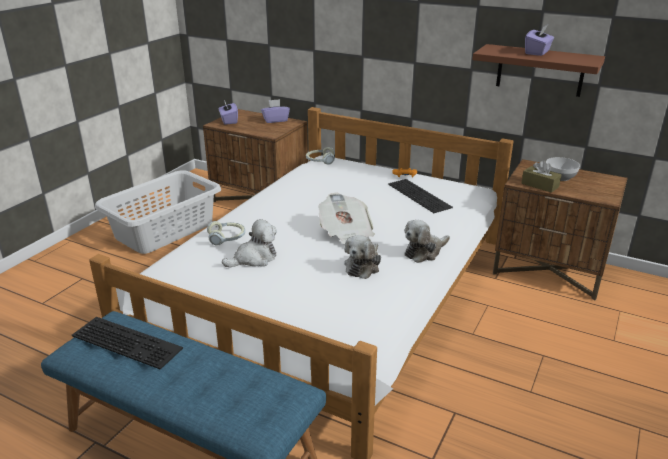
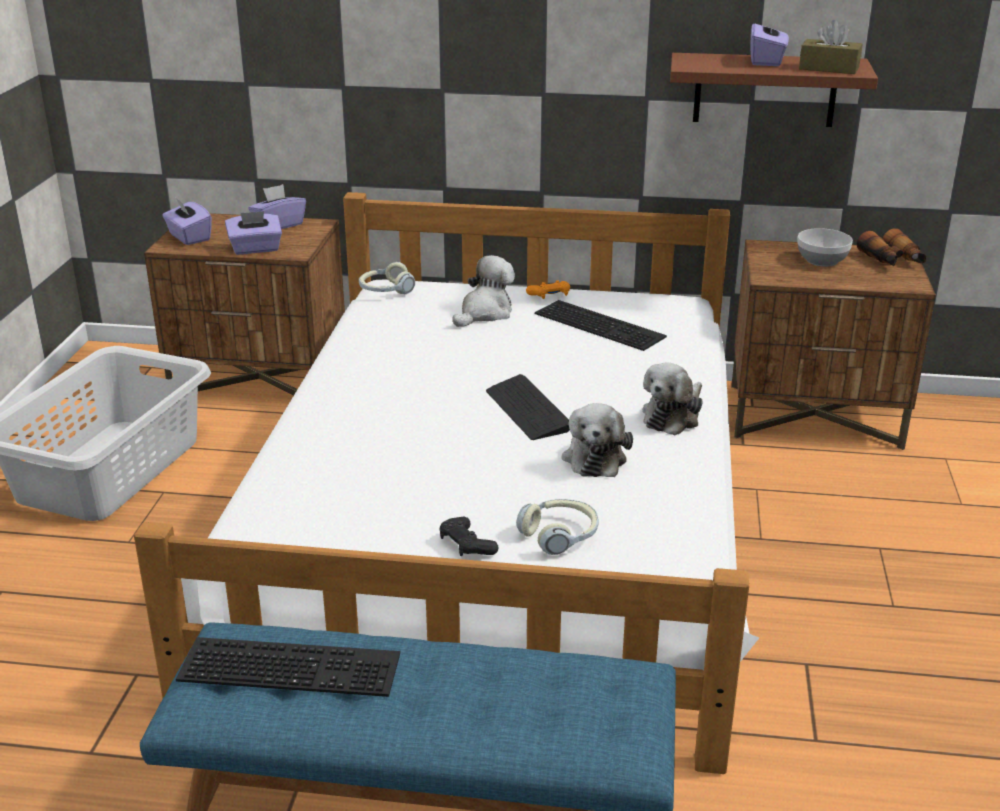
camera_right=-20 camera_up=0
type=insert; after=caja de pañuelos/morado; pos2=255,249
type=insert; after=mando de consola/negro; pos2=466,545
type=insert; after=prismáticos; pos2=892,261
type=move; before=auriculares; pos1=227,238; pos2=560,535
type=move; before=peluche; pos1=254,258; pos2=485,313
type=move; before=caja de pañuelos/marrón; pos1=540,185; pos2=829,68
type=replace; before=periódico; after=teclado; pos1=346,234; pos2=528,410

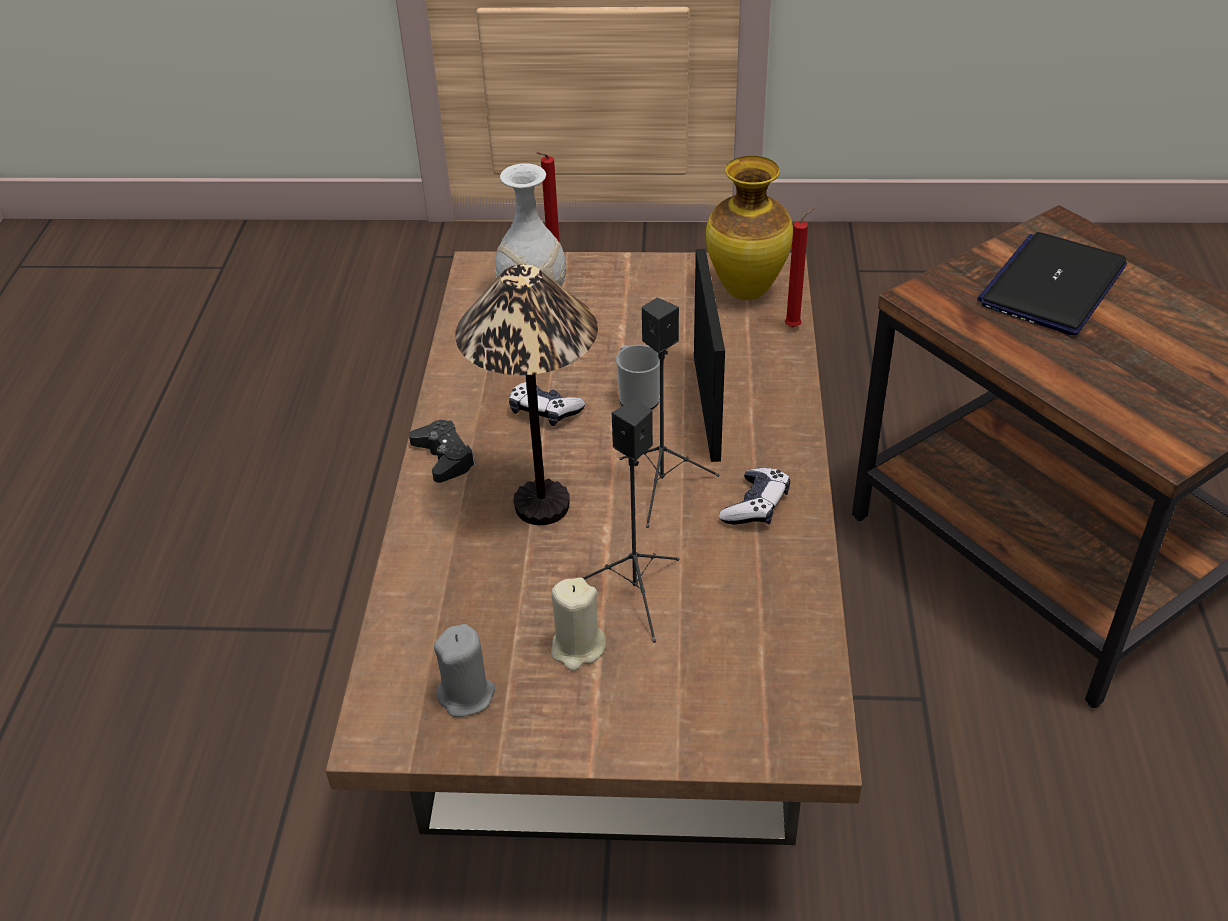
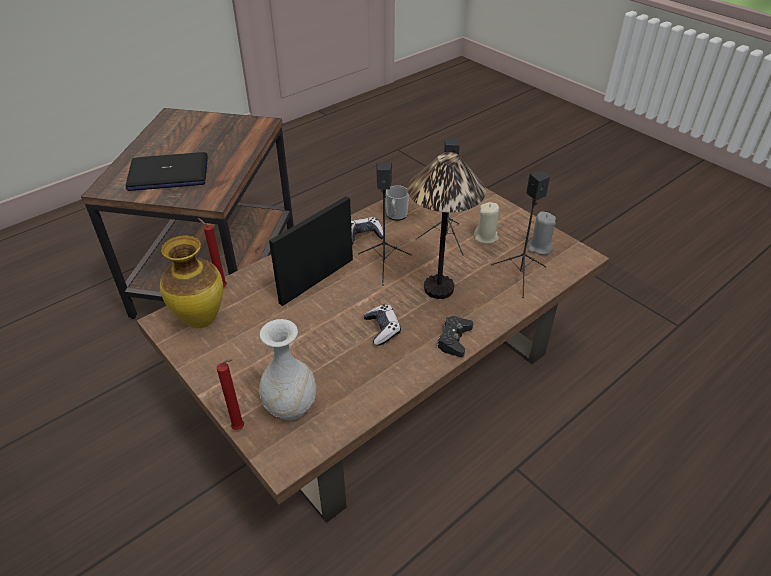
camera_right=-135 camera_up=0
type=insert; after=altavoz/negro; pos2=520,276
type=move; before=taza grande; pos1=636,396; pos2=396,216

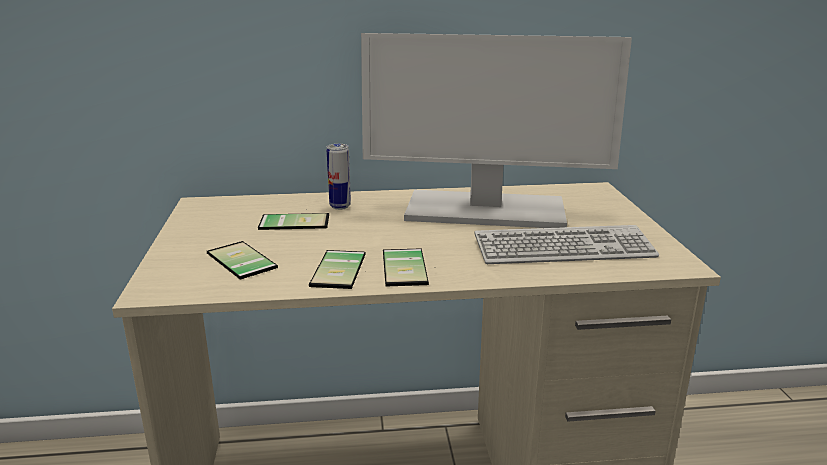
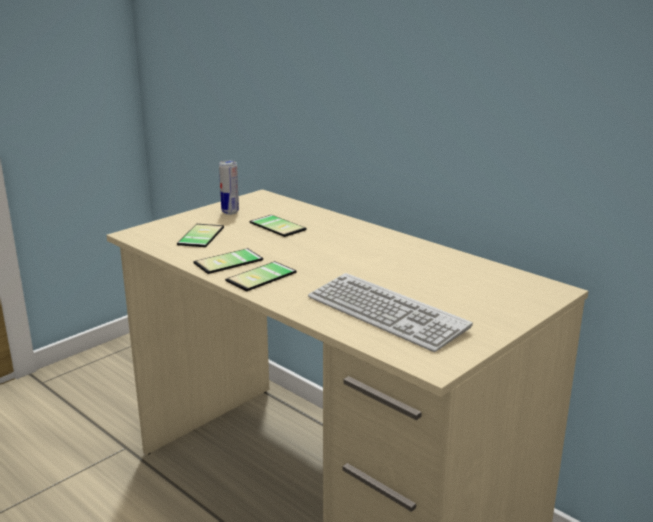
camera_right=50 camera_up=0
type=delete; before=monitor; pos1=483,211
type=move; before=lata; pos1=340,206; pos2=230,212

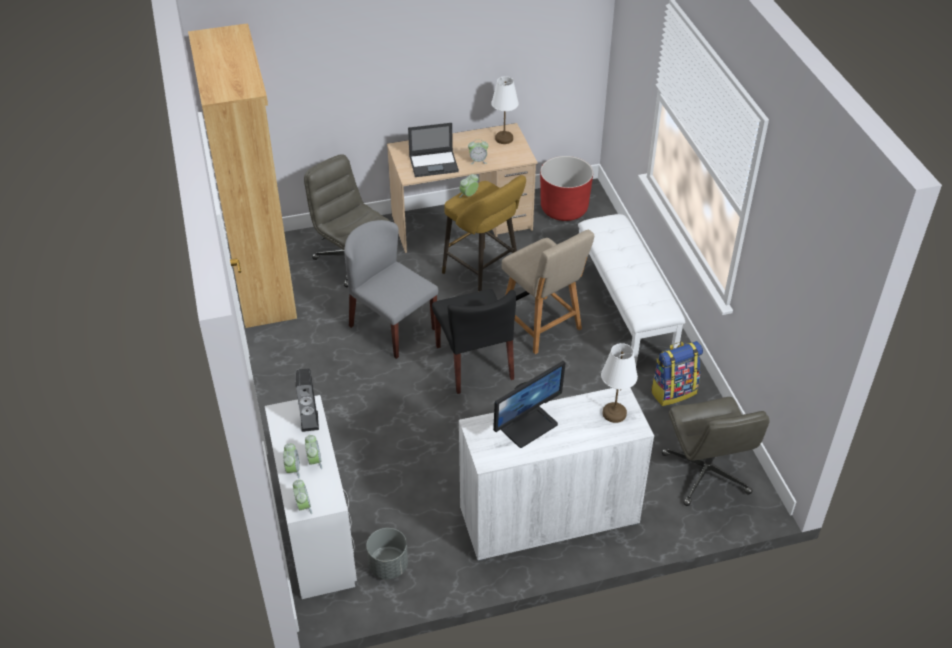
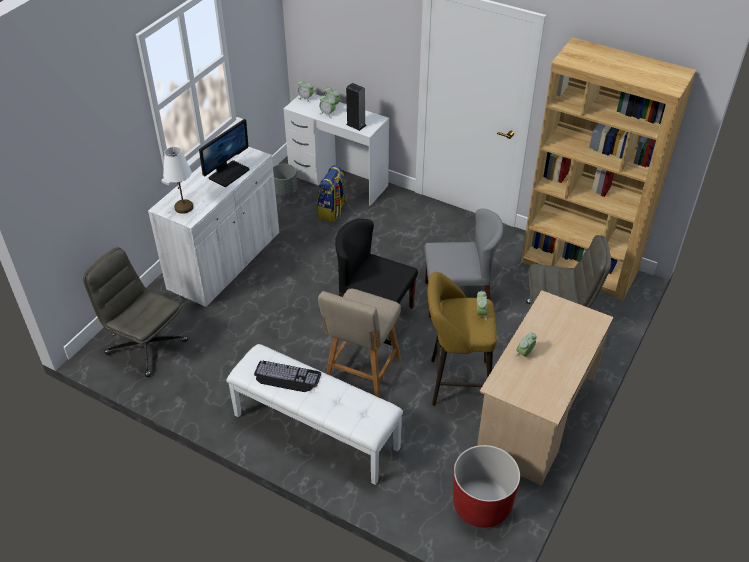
camera_right=135 camera_up=0
type=delete; before=portátil; pos1=434,164
type=delete; before=lámpara de mesa/blanco; pos1=503,138
type=insert; after=teclado; pos2=285,377
type=move; before=mochila; pos1=673,391; pos2=332,211
type=rotate; before=monitor; pos1=528,425; pos2=228,173; turn=-150
type=rotate; before=silla/beis; pos1=542,327; pos2=361,372; turn=-75

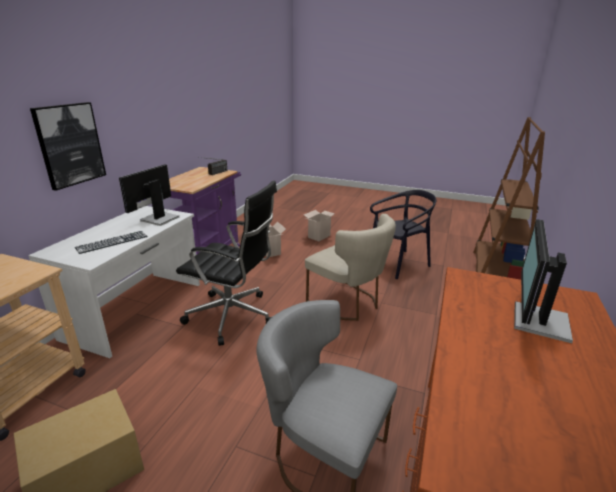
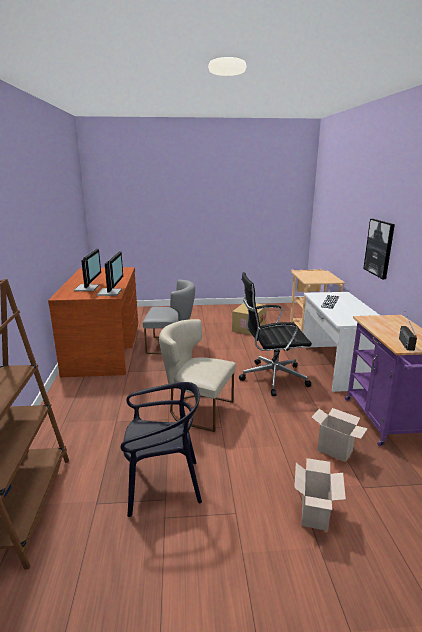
camera_right=155 camera_up=-5
type=move; before=monitor; pos1=158,219; pos2=111,292
type=rotate; before=silla/negro; pos1=398,263; pos2=163,485; turn=-135

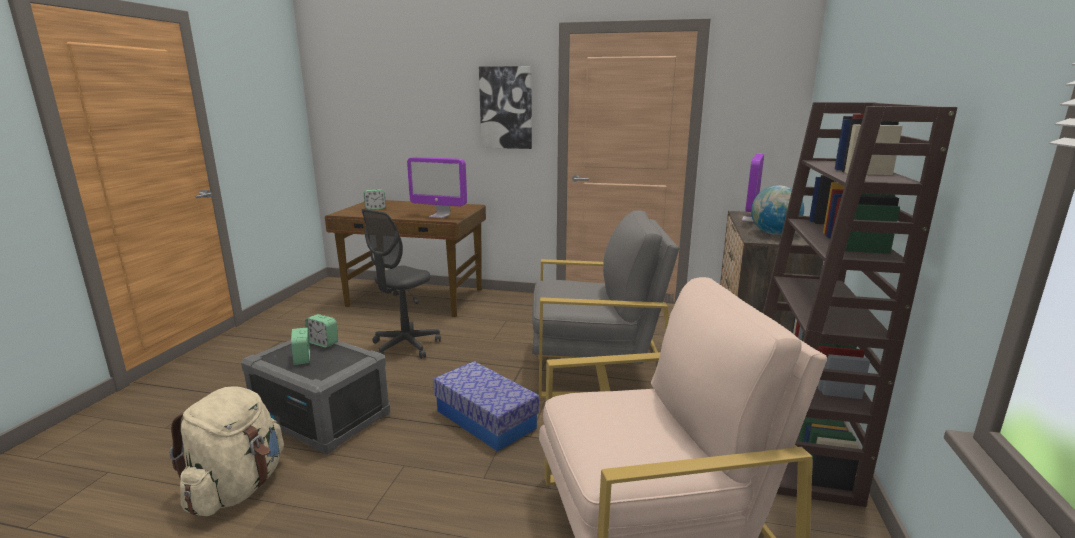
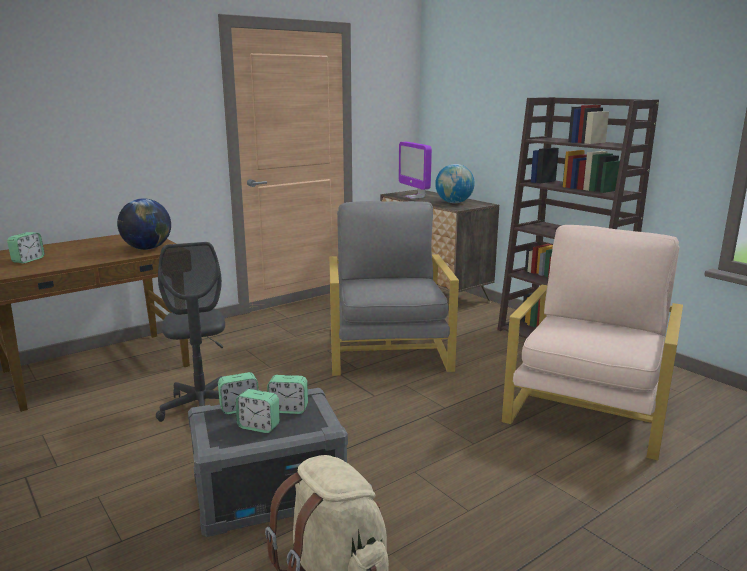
camera_right=-50 camera_up=0
type=delete; before=caja de almacenaje; pos1=485,419
type=delete; before=cuadro; pos1=506,108
type=insert; after=despertador; pos2=288,409
type=replace; before=monitor; after=globo terráqueo; pos1=439,216; pos2=147,248
type=rotate; before=sillón/gris; pos1=598,366; pos2=388,349; turn=-45

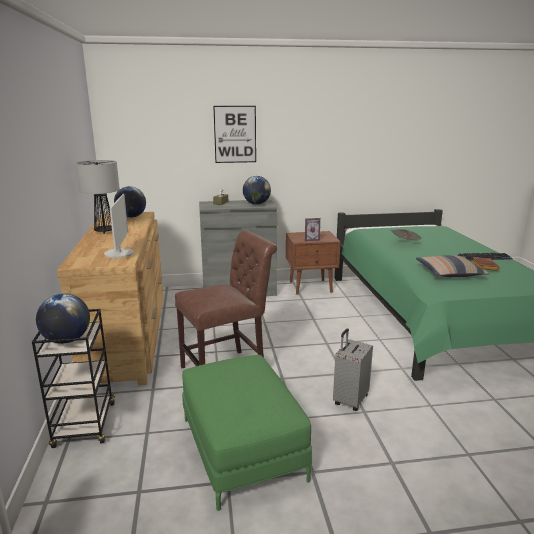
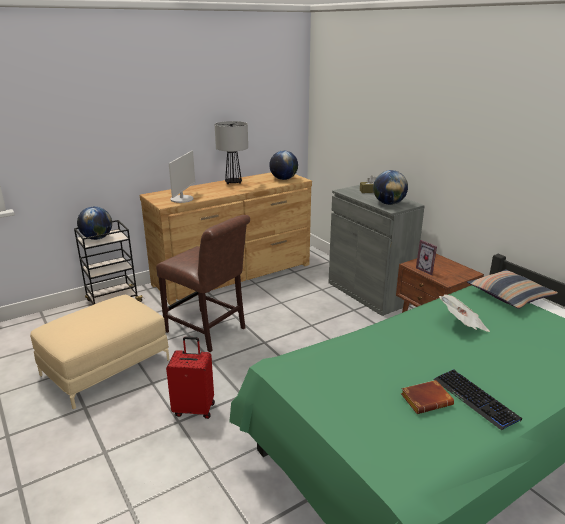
camera_right=65 camera_up=5
type=delete; before=cuadro; pos1=235,134
type=move; before=cojín; pos1=449,273; pos2=509,296
type=recolor; before=puf/verde; after=puf/beis; pos1=241,448; pos2=105,367
type=recolor; before=maleta/gris; after=maleta/rojo; pos1=350,400; pos2=194,409
type=rotate; before=monitor; pos1=119,253; pos2=182,199; turn=-45

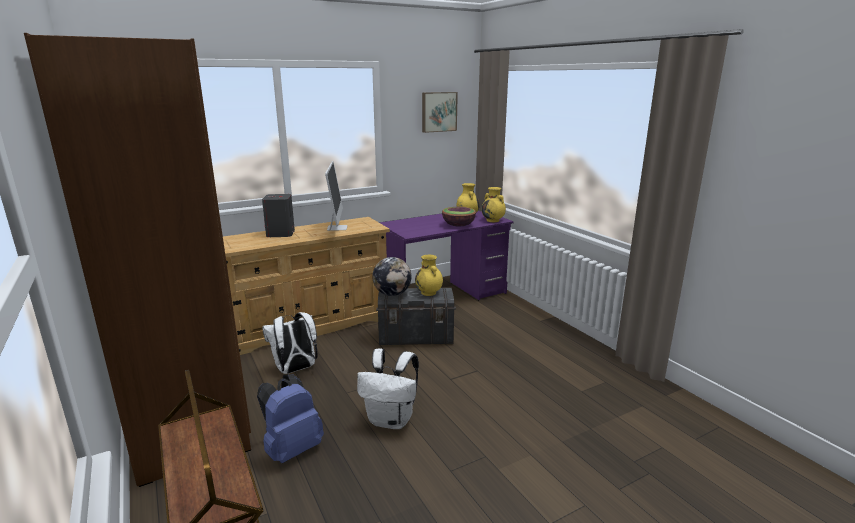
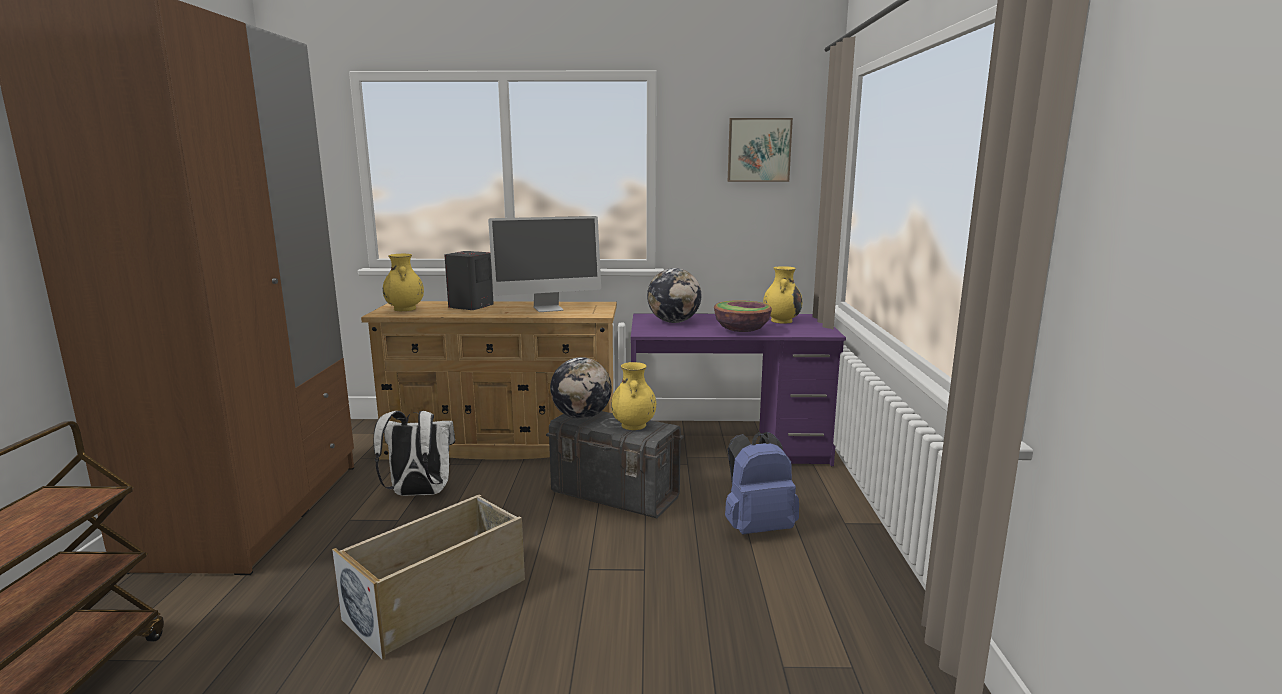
camera_right=30 camera_up=-5
type=insert; after=globo terráqueo; pos2=674,322
type=move; before=mochila/azul; pos1=292,449; pos2=757,527
type=move; before=florero/amarillo; pos1=493,220; pos2=405,309
type=replace; before=mochila/blanco; after=caja de almacenaje/beis; pos1=391,420; pos2=439,599
type=rotate; before=monitor; pos1=337,228; pos2=548,308; turn=45

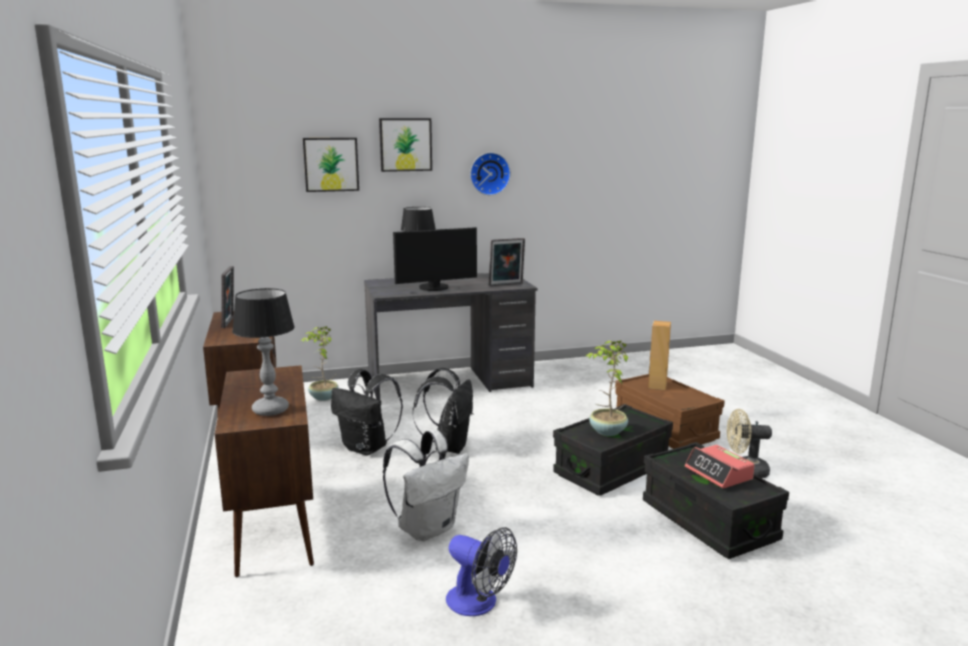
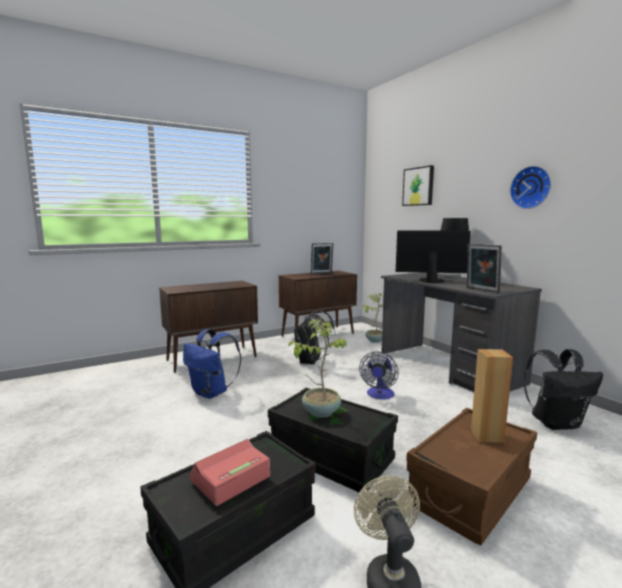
camera_right=75 camera_up=-5
type=delete; before=lámpara de mesa; pos1=270,410
type=delete; before=cuadro; pos1=405,144
type=move; before=mochila/negro; pos1=449,446; pos2=556,423
type=move; before=ventilador; pos1=479,603; pos2=379,395
type=recolor; before=mochila/blanco; after=mochila/azul; pos1=427,528; pos2=212,393
type=rotate; before=monitor; pos1=435,288; pos2=431,280; turn=135

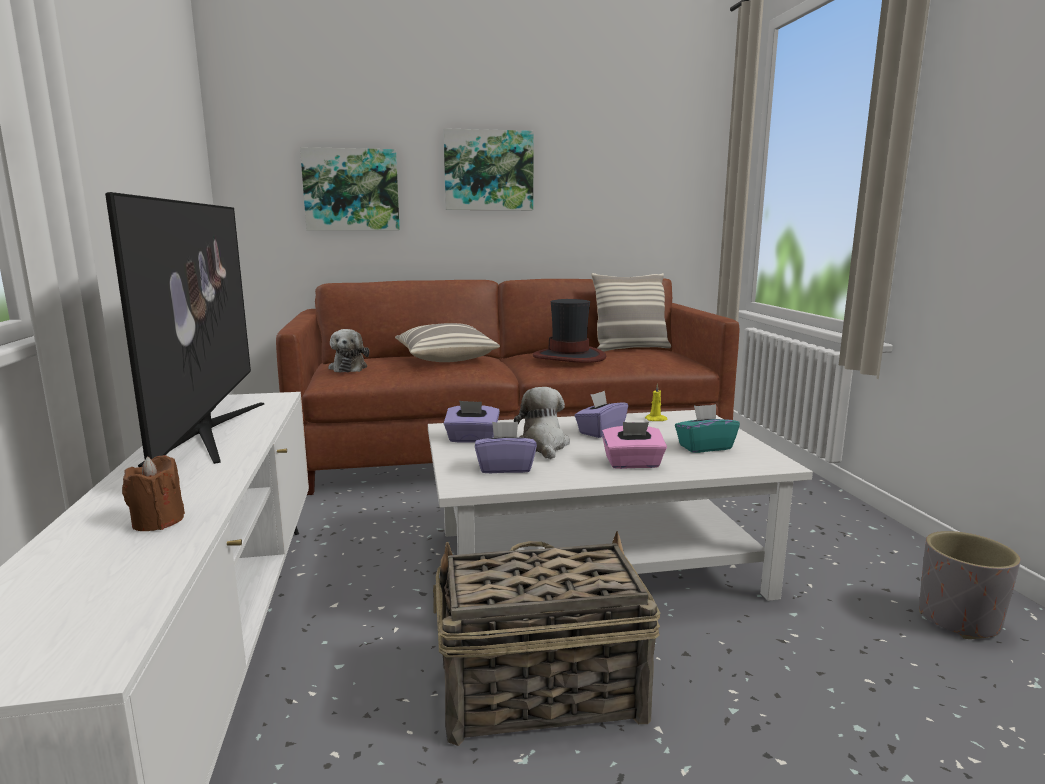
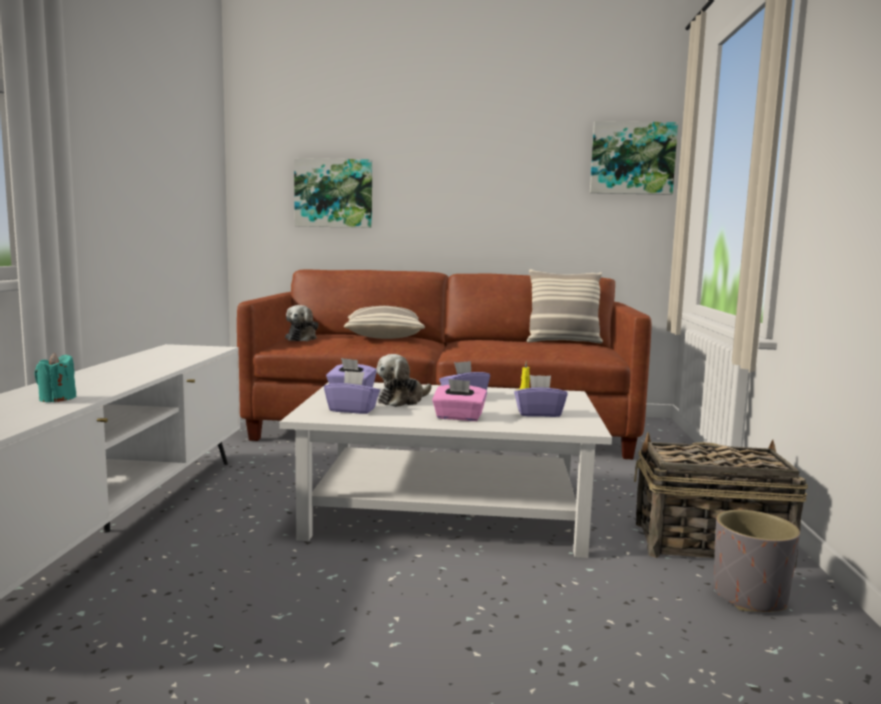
camera_right=15 camera_up=-5
type=delete; before=televisor; pos1=209,431
type=delete; before=sombrero; pos1=569,357
type=move; before=cesta; pos1=538,691; pos2=708,543
type=move; before=cuadro; pos1=488,170; pos2=632,158
type=recolor; before=vela/marrón; after=vela/turquesa; pos1=158,521; pos2=57,399
type=recolor; before=caja de pañuelos/turquesa; after=caja de pañuelos/morado; pos1=704,447; pos2=539,413
type=rotate; before=peluche; pos1=543,445; pos2=402,400; turn=-150

